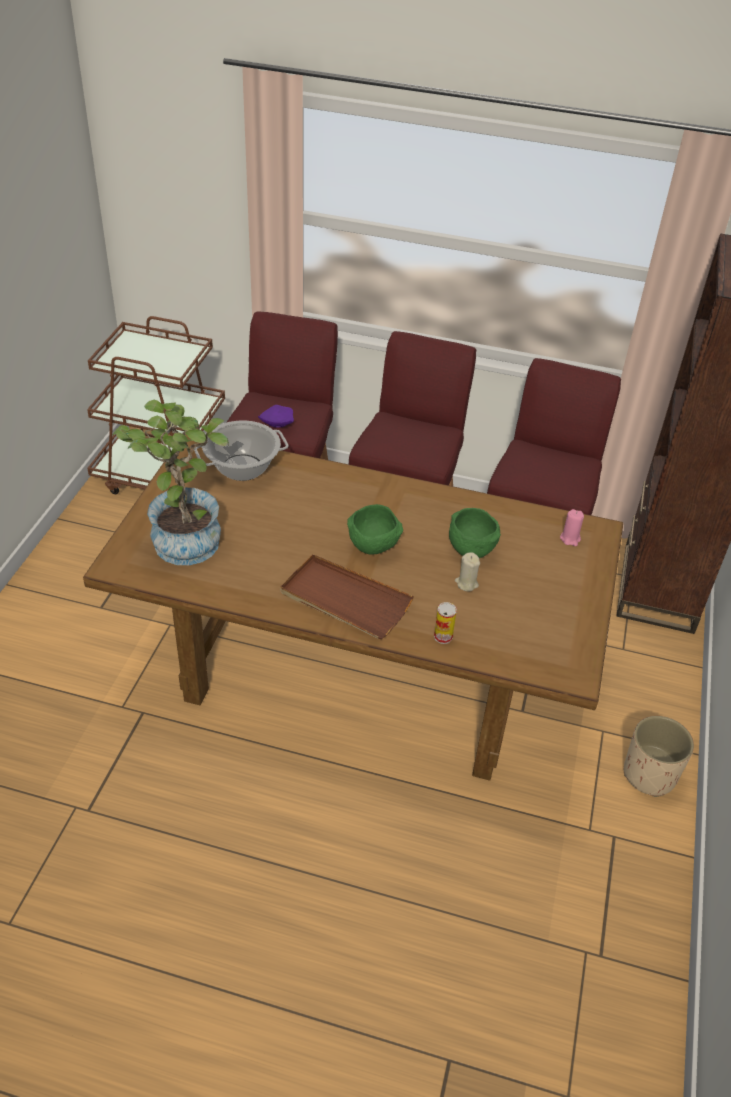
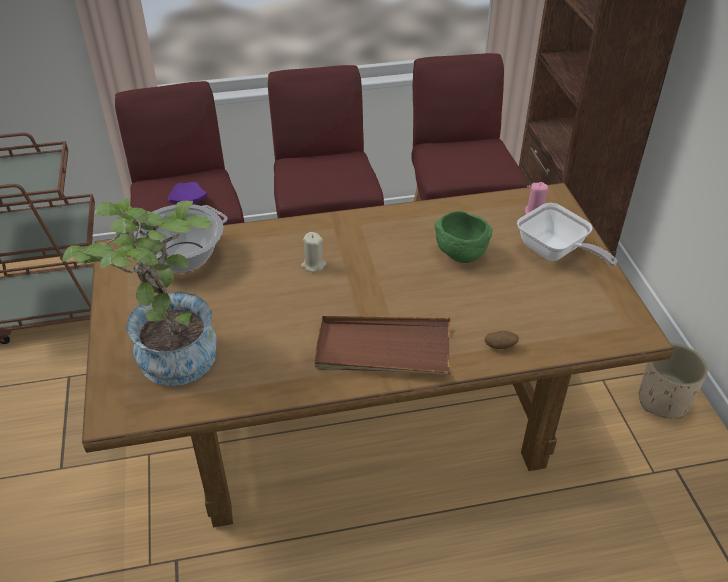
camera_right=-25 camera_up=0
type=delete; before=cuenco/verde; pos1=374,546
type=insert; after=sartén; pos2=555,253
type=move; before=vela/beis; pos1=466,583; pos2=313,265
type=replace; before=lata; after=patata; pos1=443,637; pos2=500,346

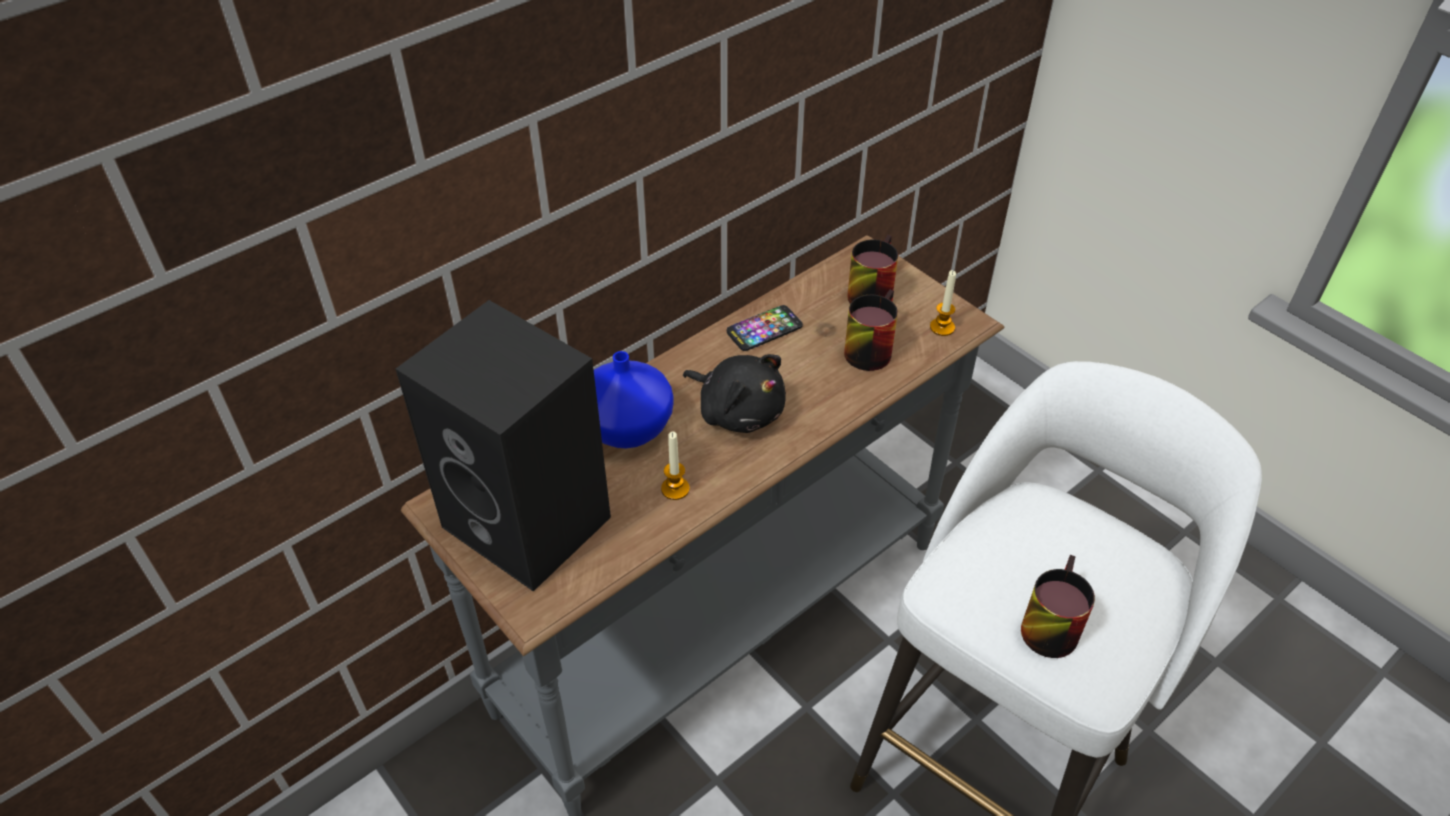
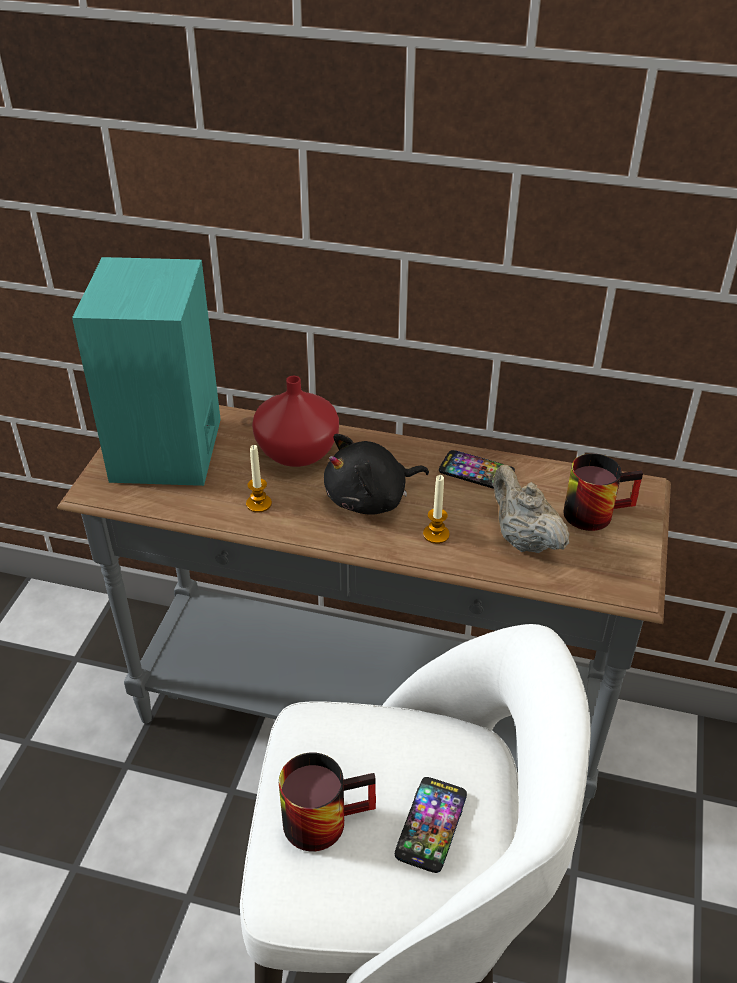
camera_right=55 camera_up=-5
type=insert; after=móvil; pos2=431,824
type=move; before=vela; pos1=942,327; pos2=436,534
type=replace; before=taza grande; after=tetera/beis; pos1=867,347; pos2=523,539
type=recolor; before=altavoz/negro; after=altavoz/turquesa; pos1=531,522; pos2=168,452
type=recolor; before=florero/azul; after=florero/rojo; pos1=627,426; pos2=299,451
type=rotate; before=peluche/negro; pos1=738,411; pos2=371,499; turn=60

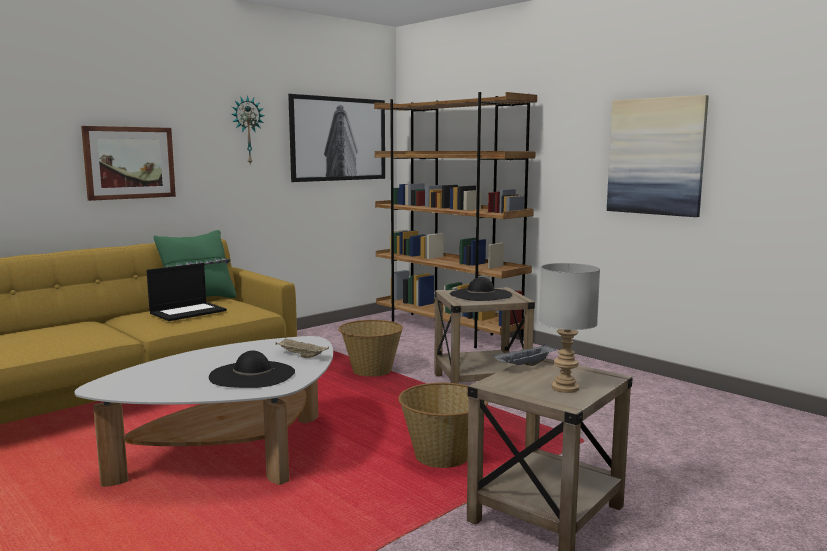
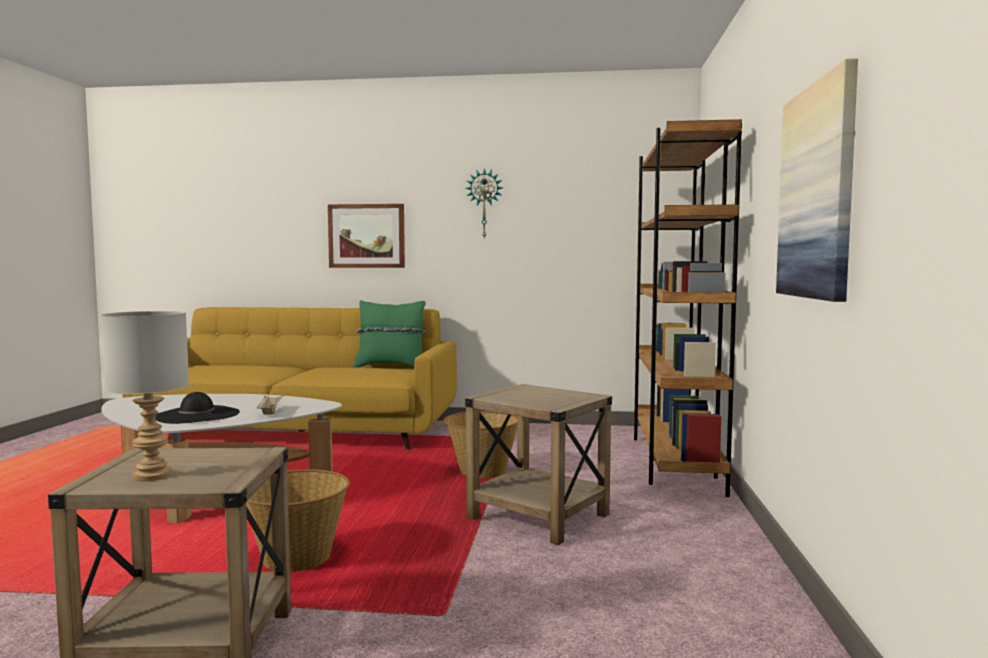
camera_right=50 camera_up=-5
type=delete; before=portátil; pos1=188,312
type=delete; before=cuadro; pos1=338,139
type=delete; before=sombrero/negro; pos1=480,295
type=delete; before=bandeja/gris; pos1=525,366

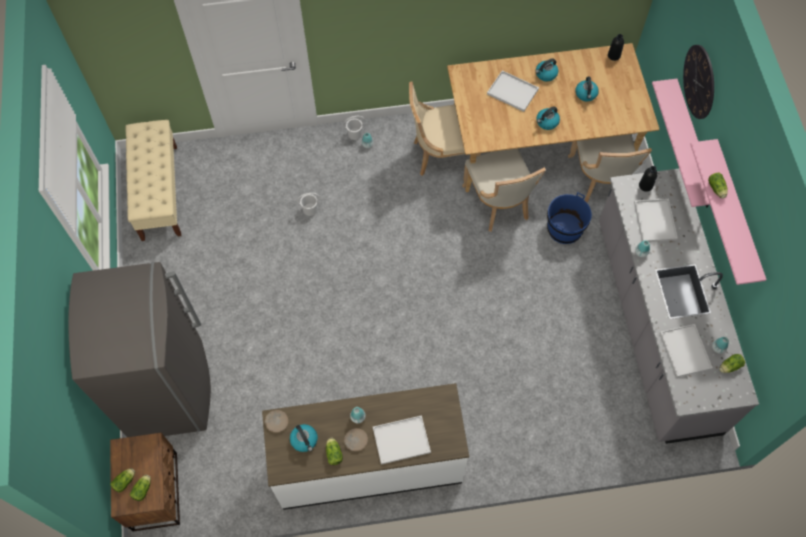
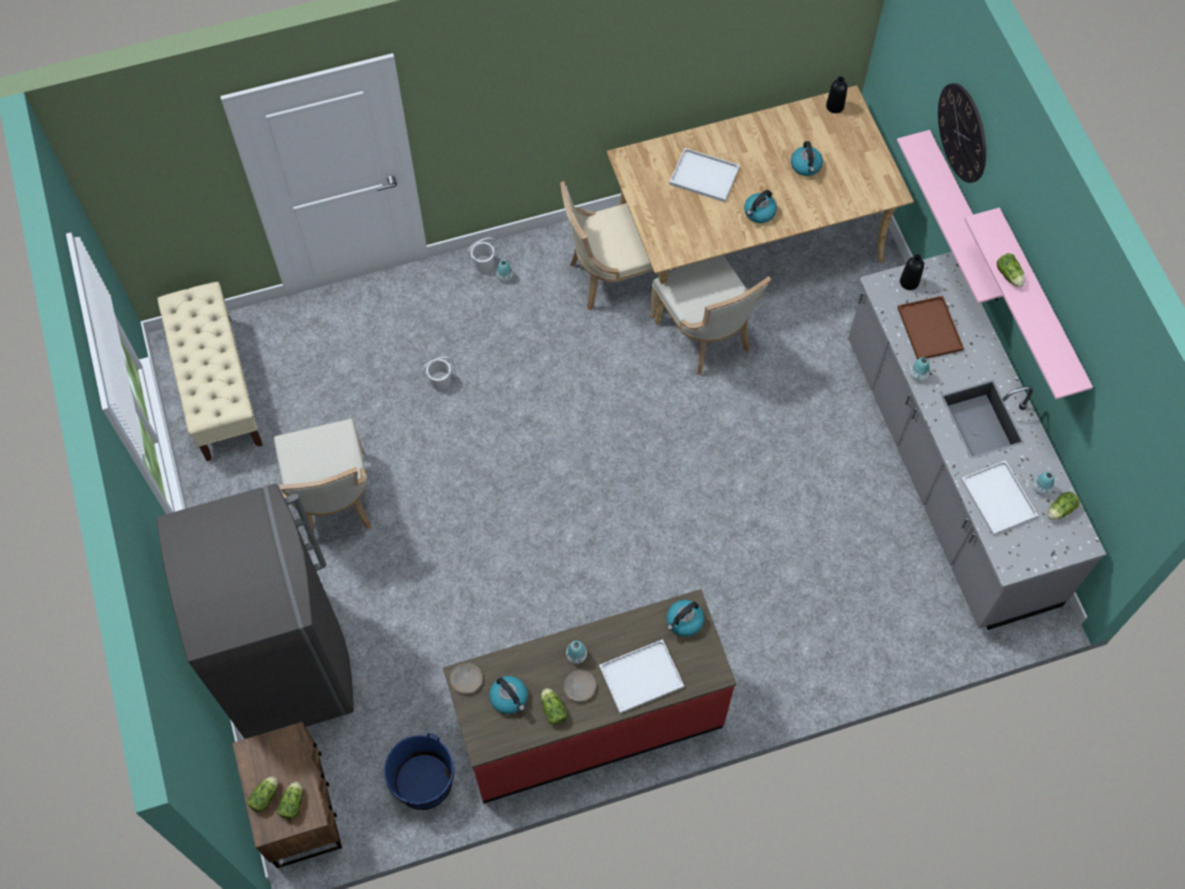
camera_right=-10 camera_up=0
type=move; before=hervidor; pos1=545,74; pos2=684,622
type=move; before=cubo/azul; pos1=564,228; pos2=423,782
type=move; before=silla/beis; pos1=599,180; pos2=333,500
type=recolor; before=mueble bajo de cocina/blanco; after=mueble bajo de cocina/rojo; pos1=368,463; pos2=589,721
type=recolor; before=bandeja/blanco; after=bandeja/marrón; pos1=656,221; pos2=931,330

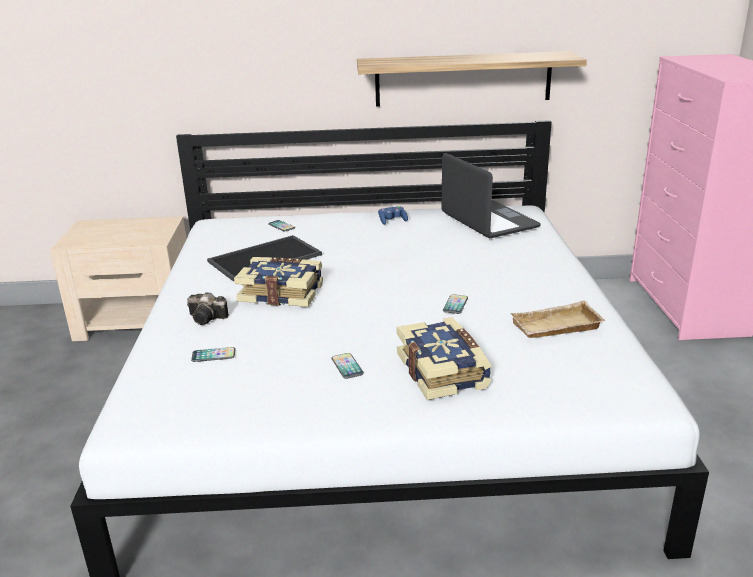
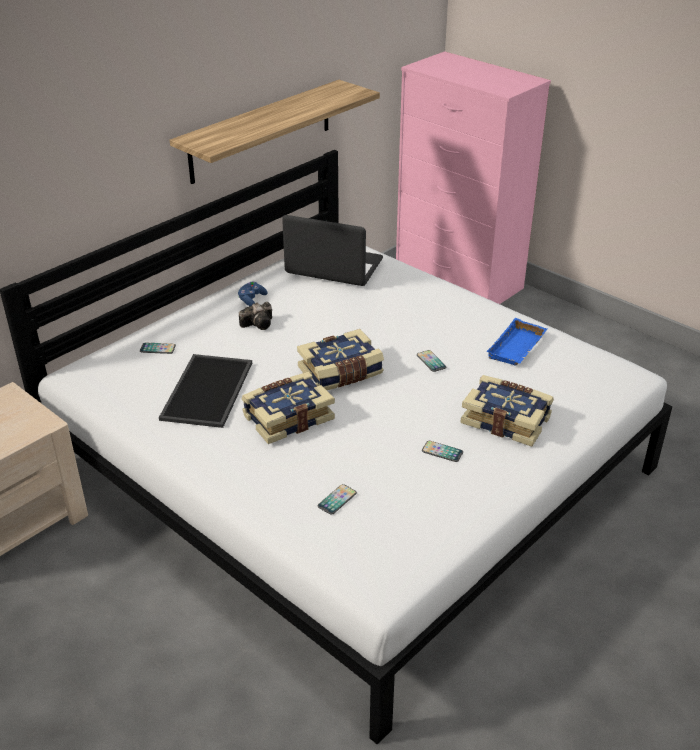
camera_right=-45 camera_up=10
type=insert; after=libro; pos2=341,373
type=move; before=cámara; pos1=208,318; pos2=259,324
type=recolor; before=bandeja/beis; after=bandeja/azul; pos1=556,328; pos2=517,348

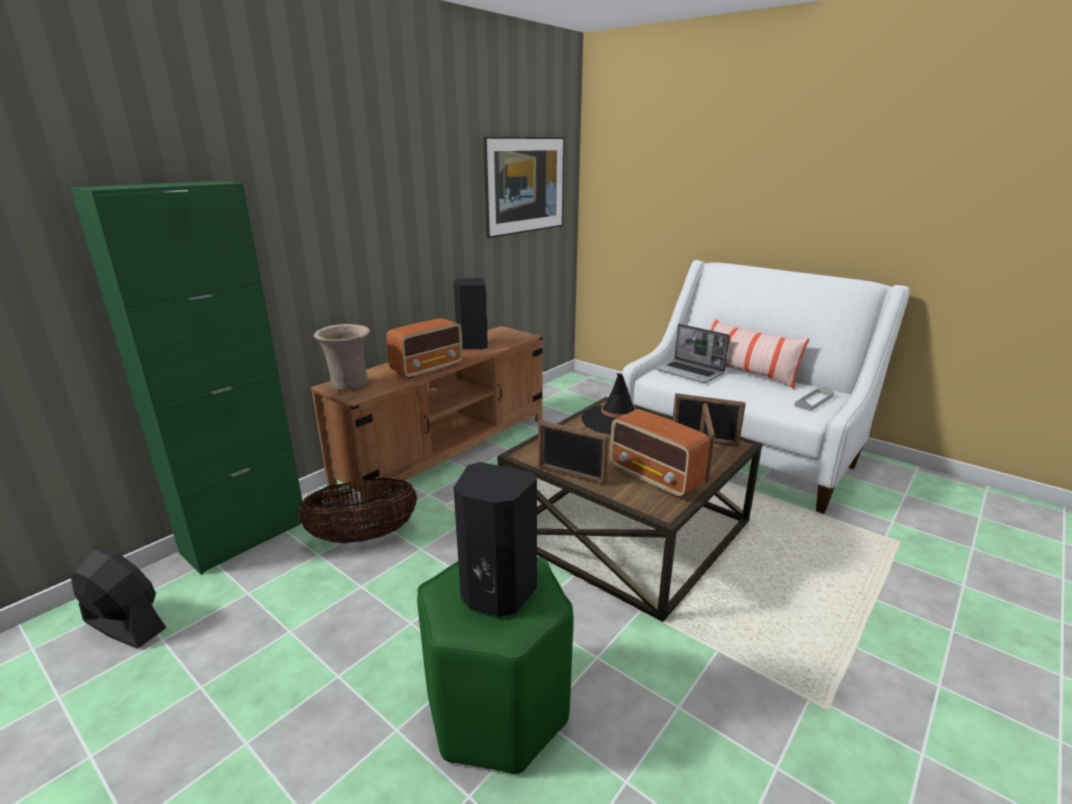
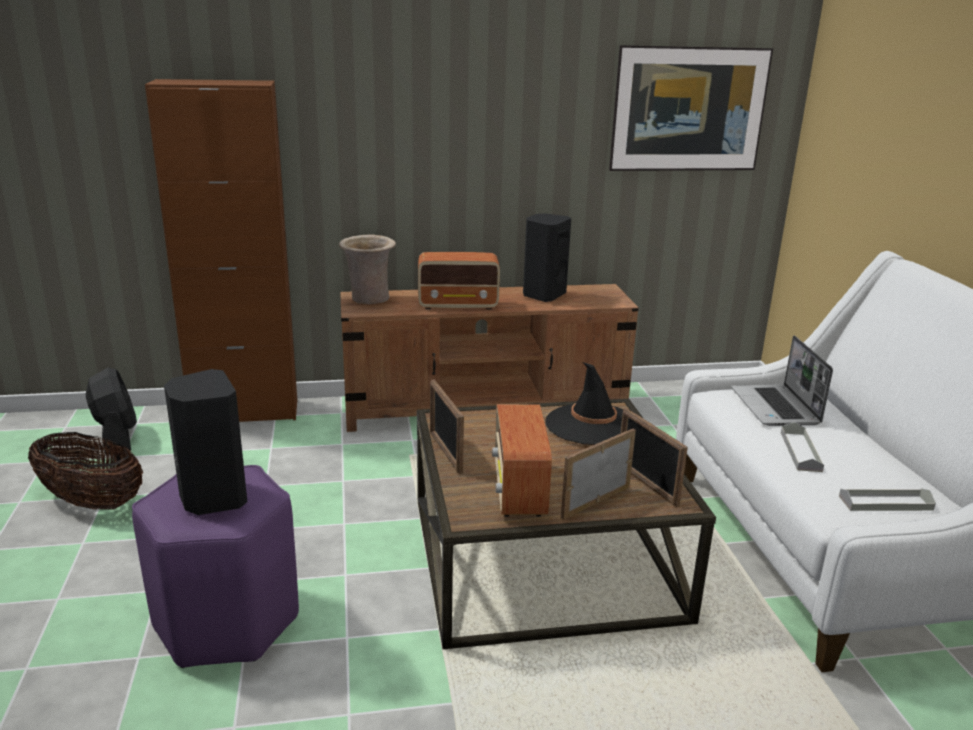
camera_right=40 camera_up=0
type=delete; before=cojín; pos1=747,373
type=insert; after=bandeja/gris; pos2=800,451
type=move; before=cesta; pos1=363,536; pos2=92,502
type=recolor; before=armario/verde; after=armario/marrón; pos1=245,537; pos2=245,412
type=recolor; before=taburete/verde; after=taburete/morado; pos1=497,712; pos2=225,623

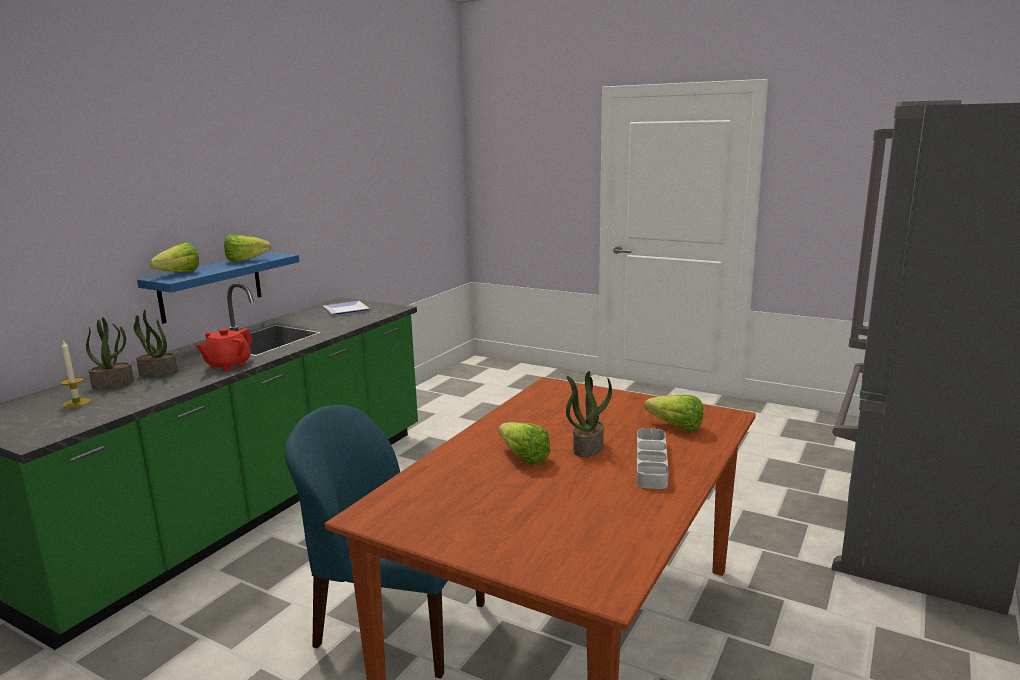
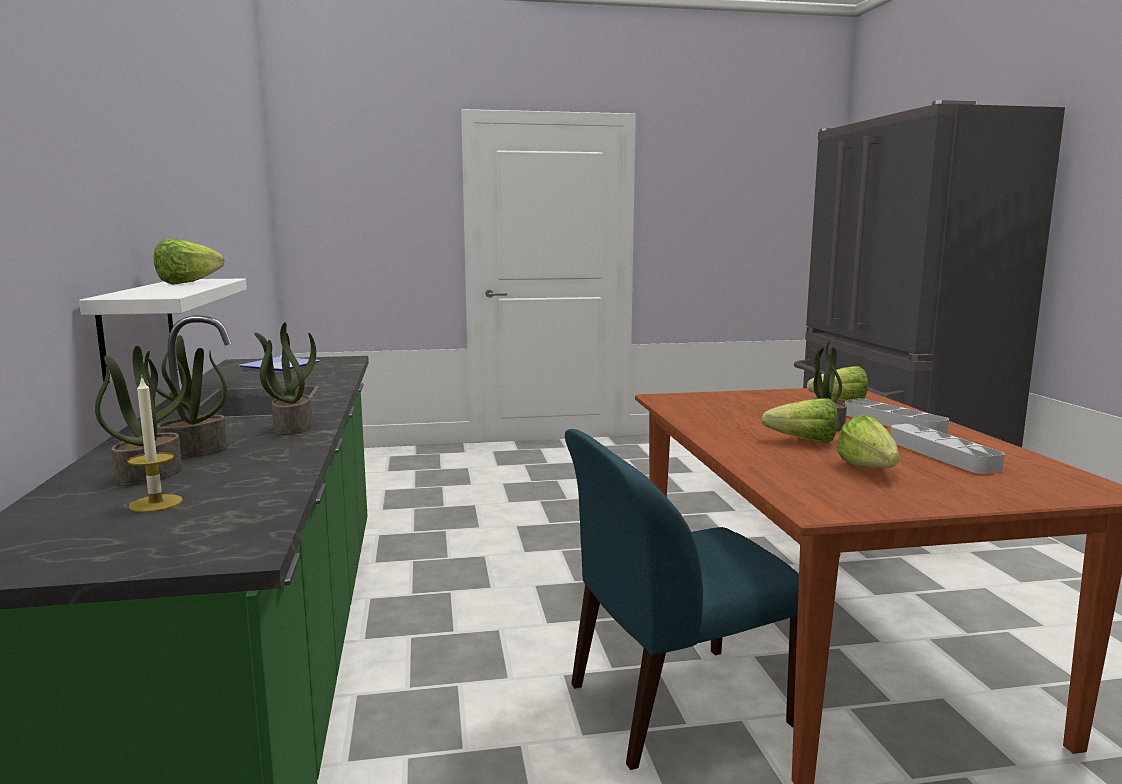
camera_right=-40 camera_up=-5
type=insert; after=bandeja/gris; pos2=942,454
type=move; before=lechuga; pos1=175,274; pos2=870,471
type=replace; before=tetera/rojo; after=planta en maceta; pos1=228,365; pos2=292,427
type=recolor; before=estante/azul; after=estante/blanco; pos1=211,287; pos2=138,326

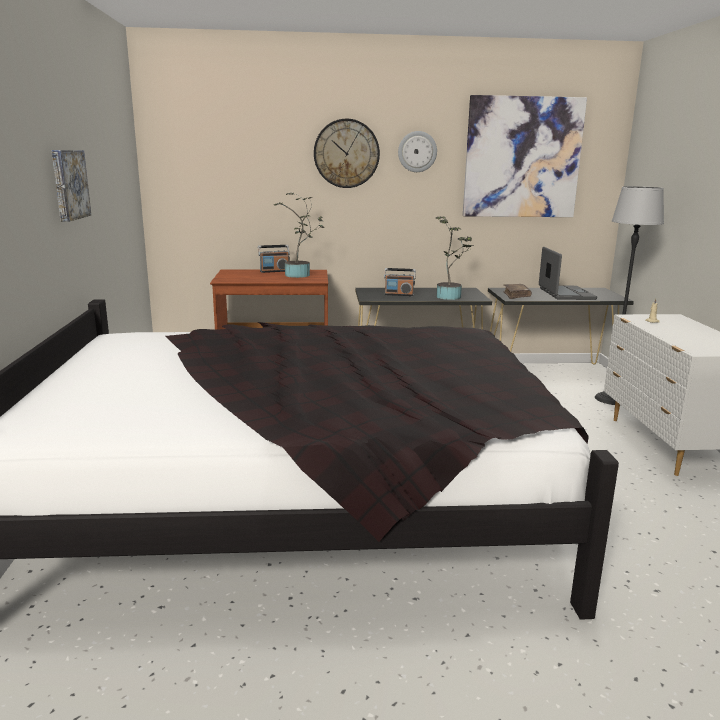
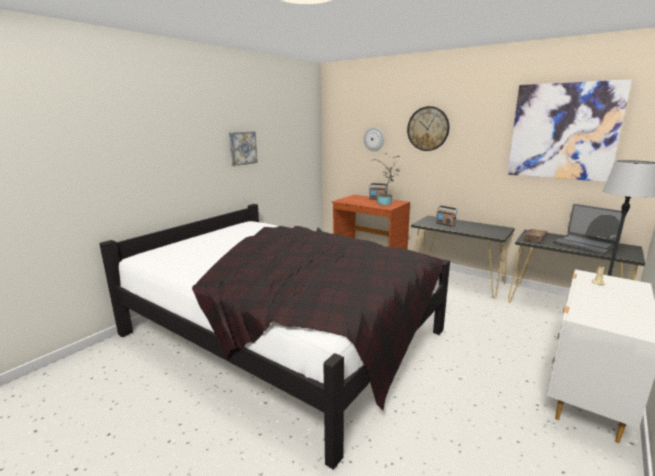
camera_right=40 camera_up=0
type=delete; before=planta en maceta; pos1=450,296
type=move; before=reloj de pared; pos1=417,151; pos2=374,139
type=rotate; before=portátil; pos1=565,294; pos2=584,245; turn=105

